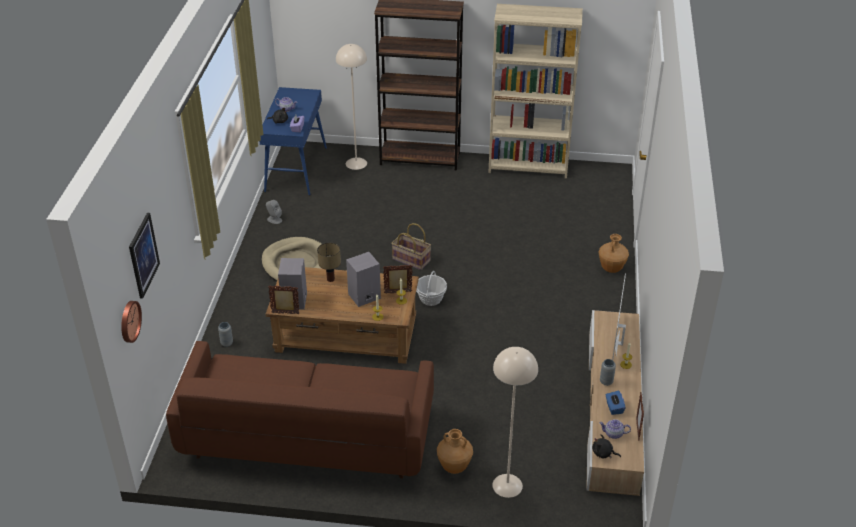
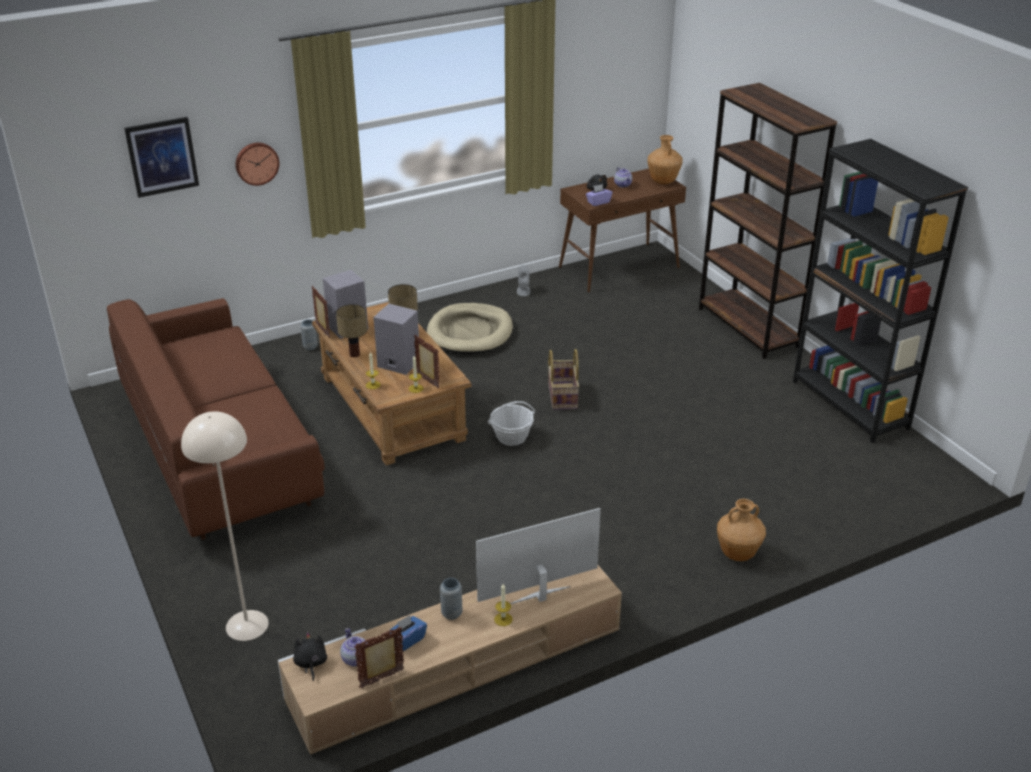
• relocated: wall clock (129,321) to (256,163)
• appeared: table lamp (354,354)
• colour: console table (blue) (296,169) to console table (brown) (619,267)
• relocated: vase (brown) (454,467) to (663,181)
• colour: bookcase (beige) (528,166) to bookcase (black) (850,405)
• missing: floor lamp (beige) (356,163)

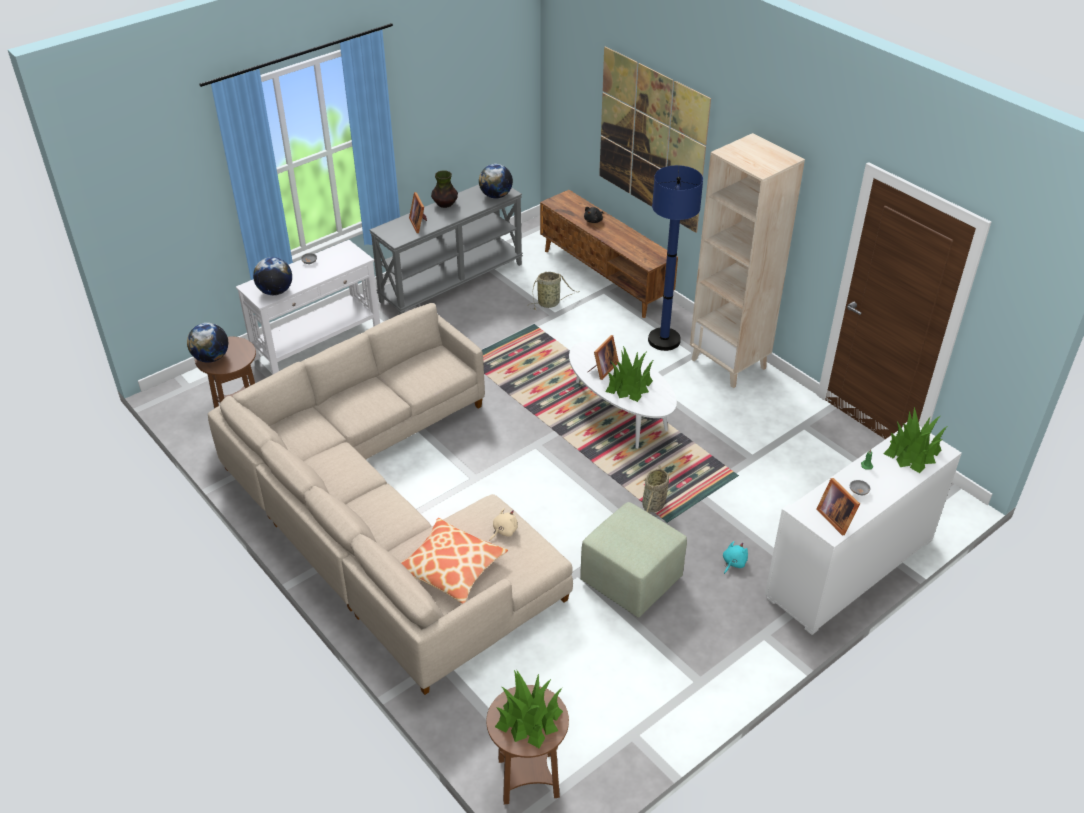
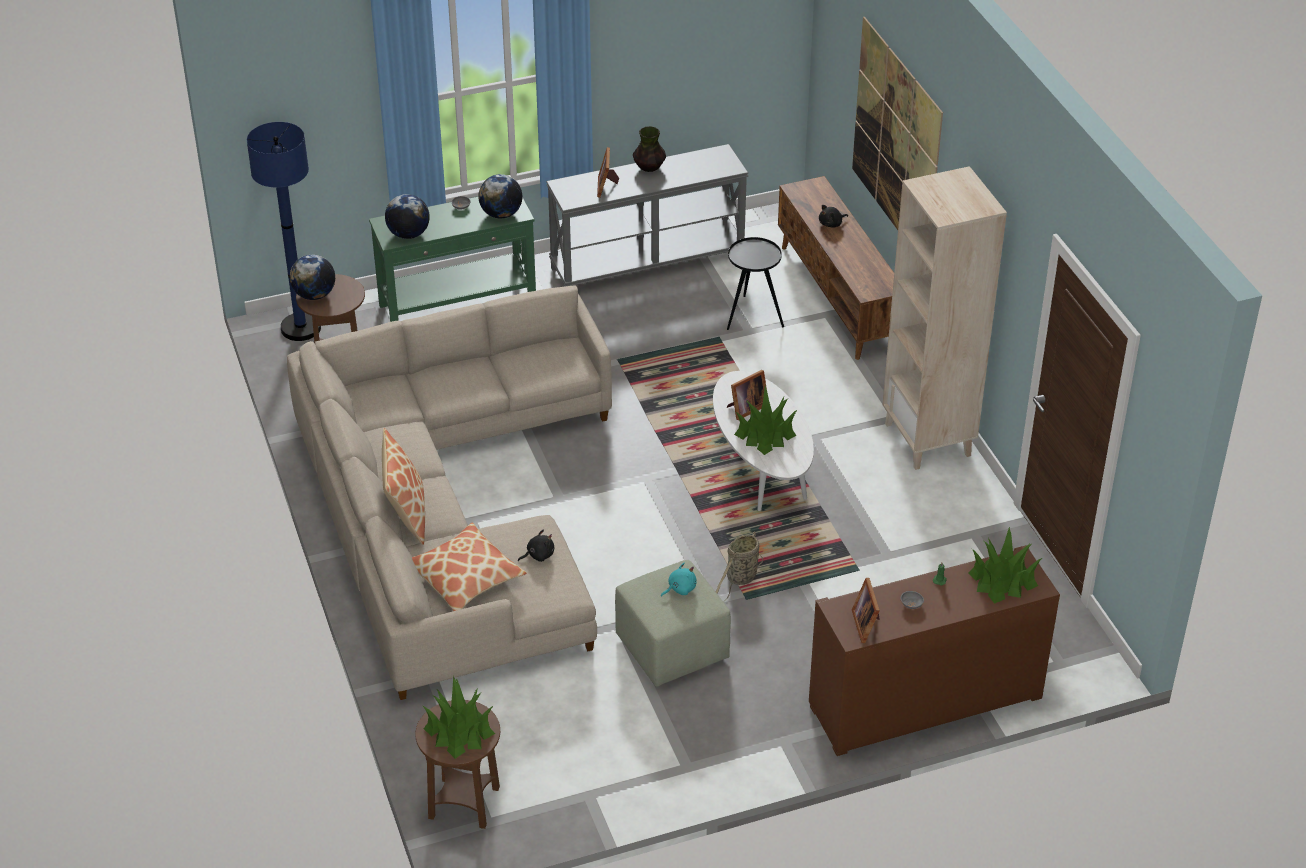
• relocated: floor lamp (blue) (664,340) to (301,328)
• colour: console table (white) (318,345) to console table (green) (458,305)
• appeared: pillow (406,514)
• relocated: globe (496,196) to (501,214)
• colour: plush toy (beige) (503,531) to plush toy (black) (538,555)
• relocated: plush toy (turquoise) (733,563) to (680,588)
• exchanged: basket (550,303) to side table (black) (752,315)
• colour: cabinet (white) (850,568) to cabinet (brown) (925,701)

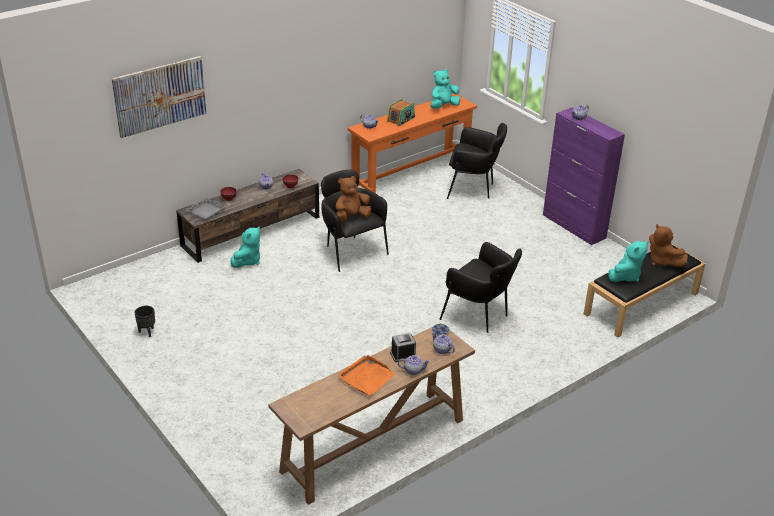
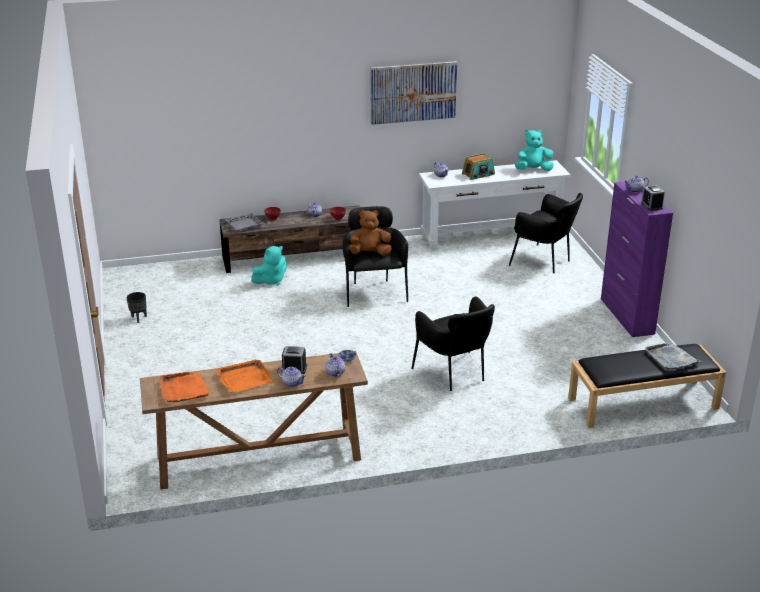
• appeared: tray (orange) (183,389)
• relocated: picture (160,96) to (413,92)
• colour: console table (orange) (411,173) to console table (white) (491,236)
• appeared: alarm clock (651,205)
• exchanged: plush toy (brown) (662,261) to tray (grey) (671,358)
• missing: plush toy (turquoise) (625,276)

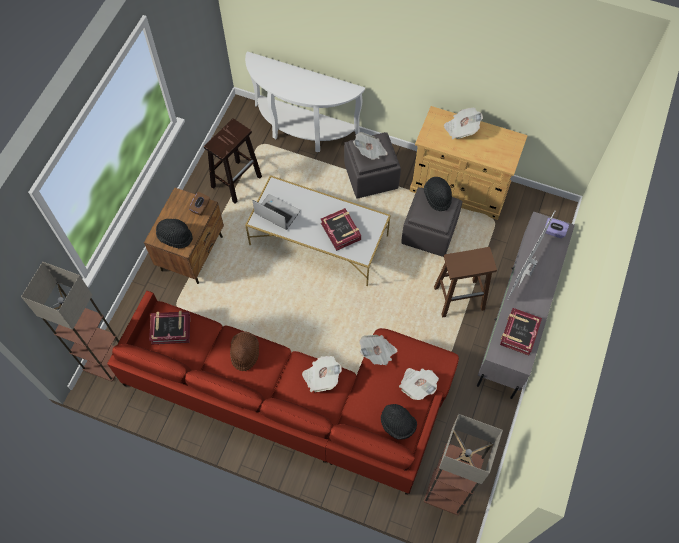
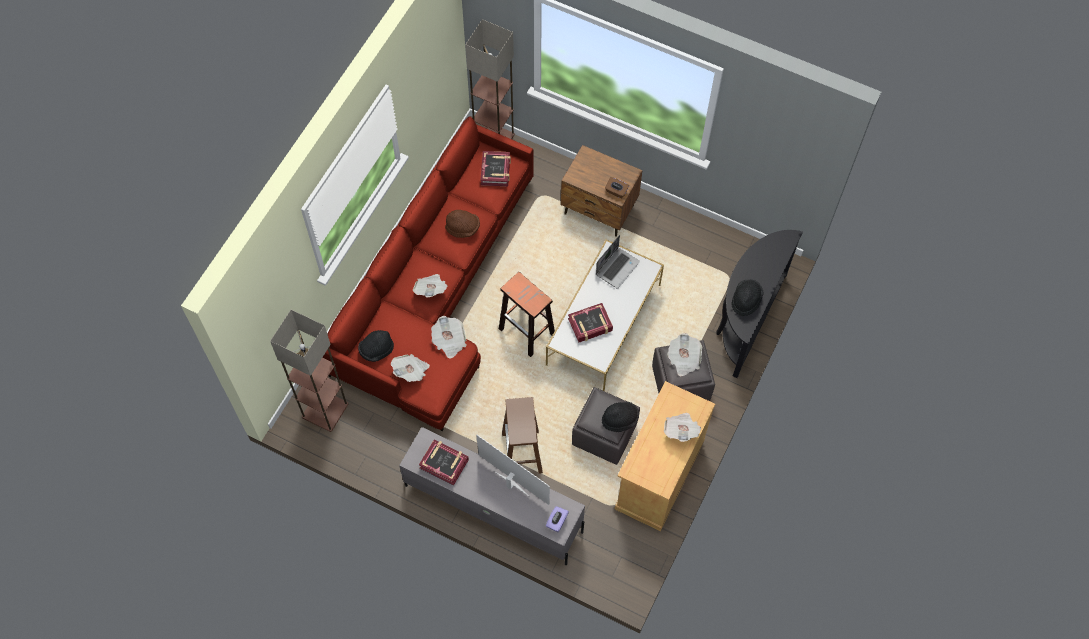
• relocated: stool (brown) (237,181) to (527,332)
• colour: console table (white) (302,131) to console table (black) (745,319)
• relocated: hat (black) (175,236) to (746,300)

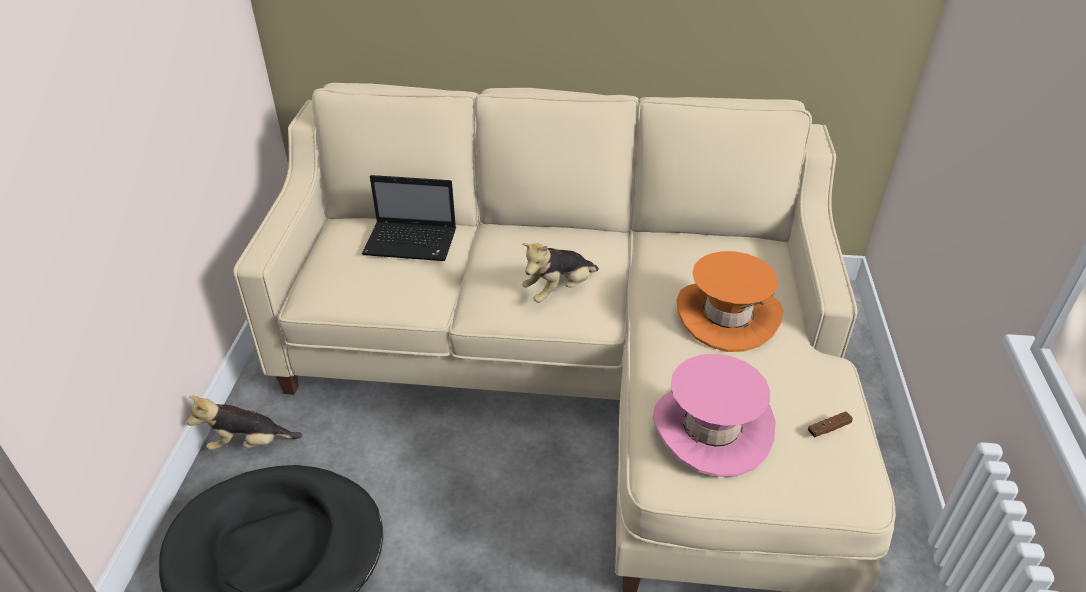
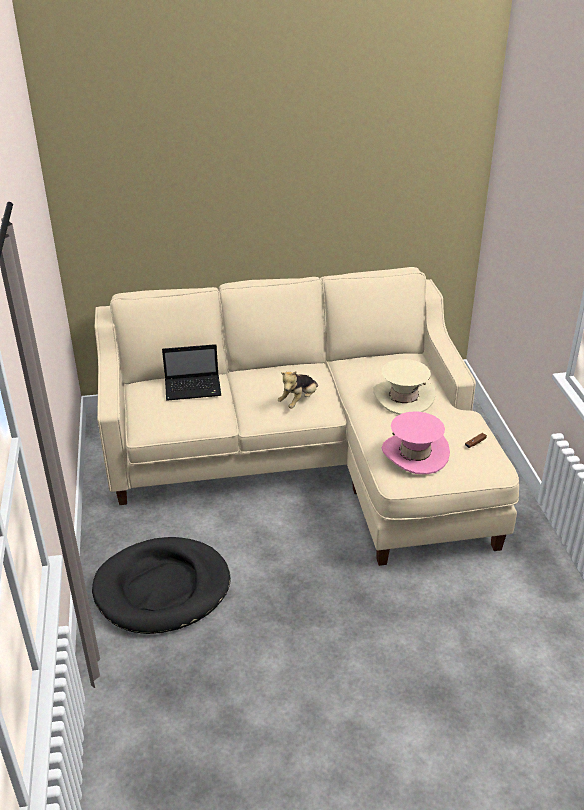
• colour: hat (orange) (727,316) to hat (beige) (403,397)
• missing: plush toy (249,443)

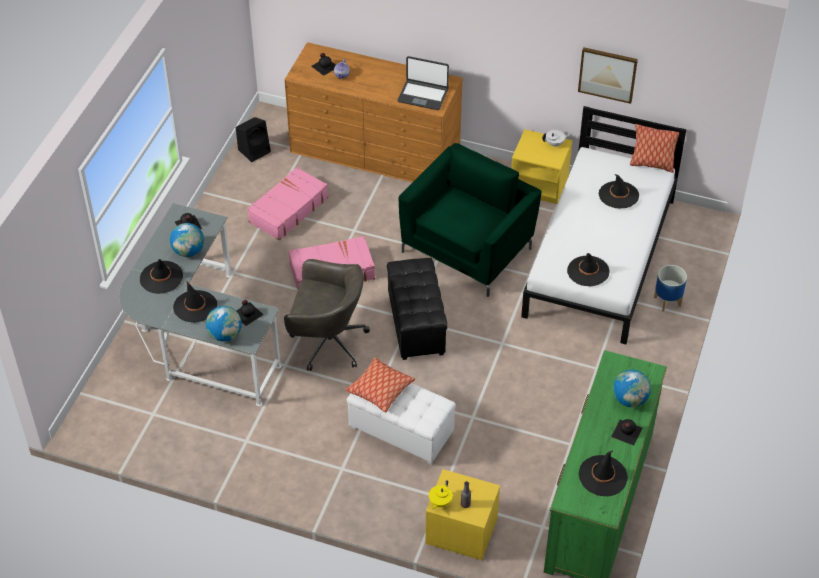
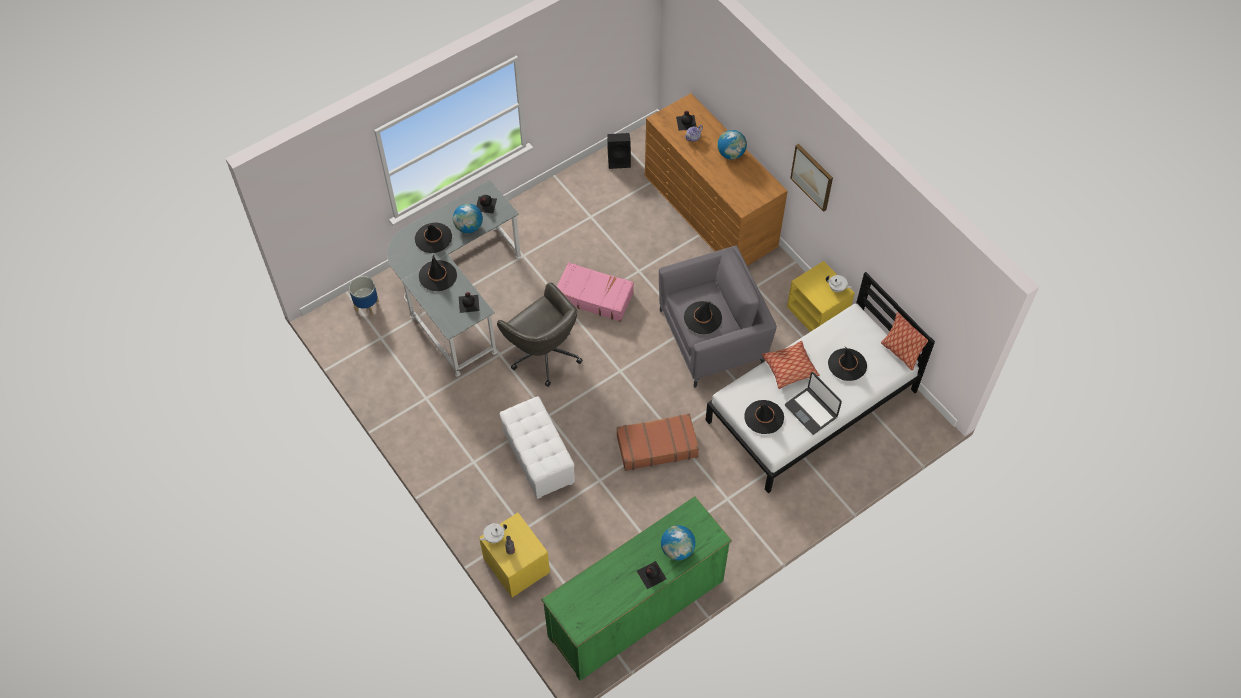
• relocated: planter (667,302) to (367,306)
• colour: teapot (yellow) (439,502) to teapot (white) (494,537)
• appeared: suitcase (brown) (656,446)
• colour: armchair (green) (468,249) to armchair (grey) (713,337)
• relocated: hat (black) (603,476) to (702,318)
• relocated: globe (225,335) to (731,154)
• relocated: pillow (380,389) to (789,368)
• relocated: laptop (423,95) to (811,411)
• relocated: picture (607,74) to (812,177)
• missing: suitcase (pink) (288,210)
• missing: ottoman (black) (417,325)

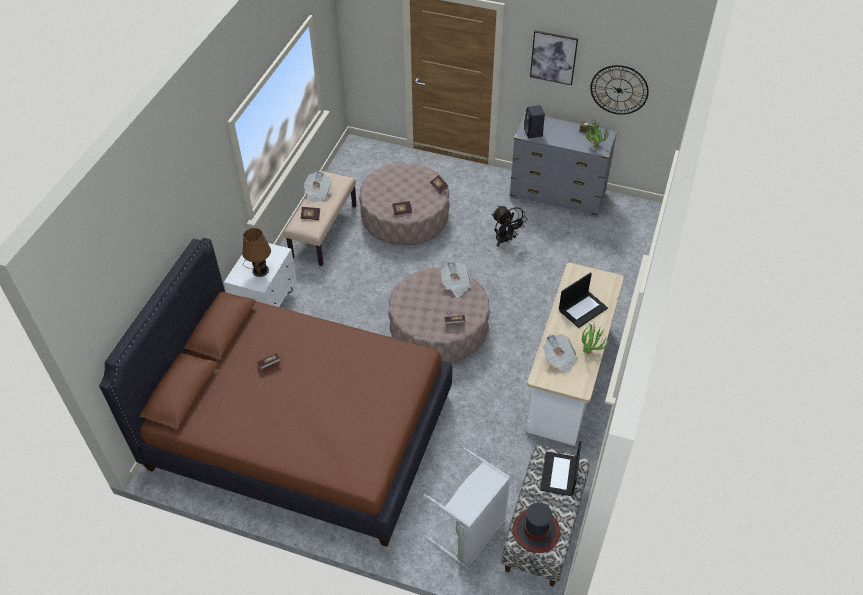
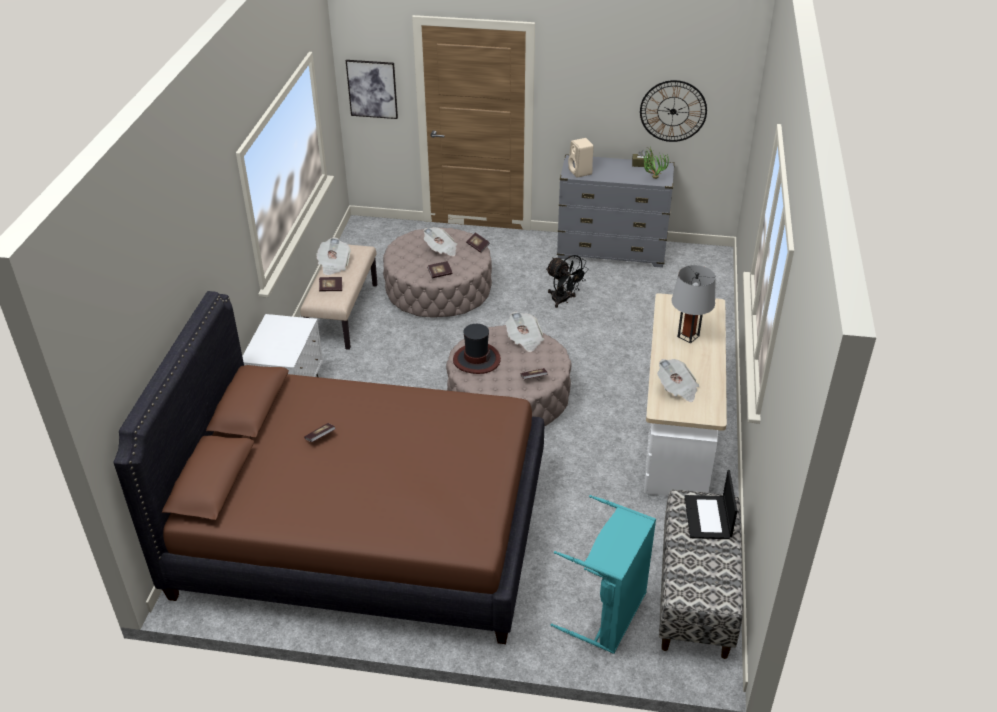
• relocated: picture (553,57) to (372,89)
• appeared: newspaper (441,249)
• relocated: hat (535,531) to (476,359)
• colour: laundry basket (grey) (471,534) to laundry basket (turquoise) (609,614)
• colour: speaker (black) (533,133) to speaker (beige) (580,172)
• exchanged: laptop (583,308) to table lamp (grey) (688,336)
• missing: table lamp (brown) (259,269)
• missing: potted plant (591,350)

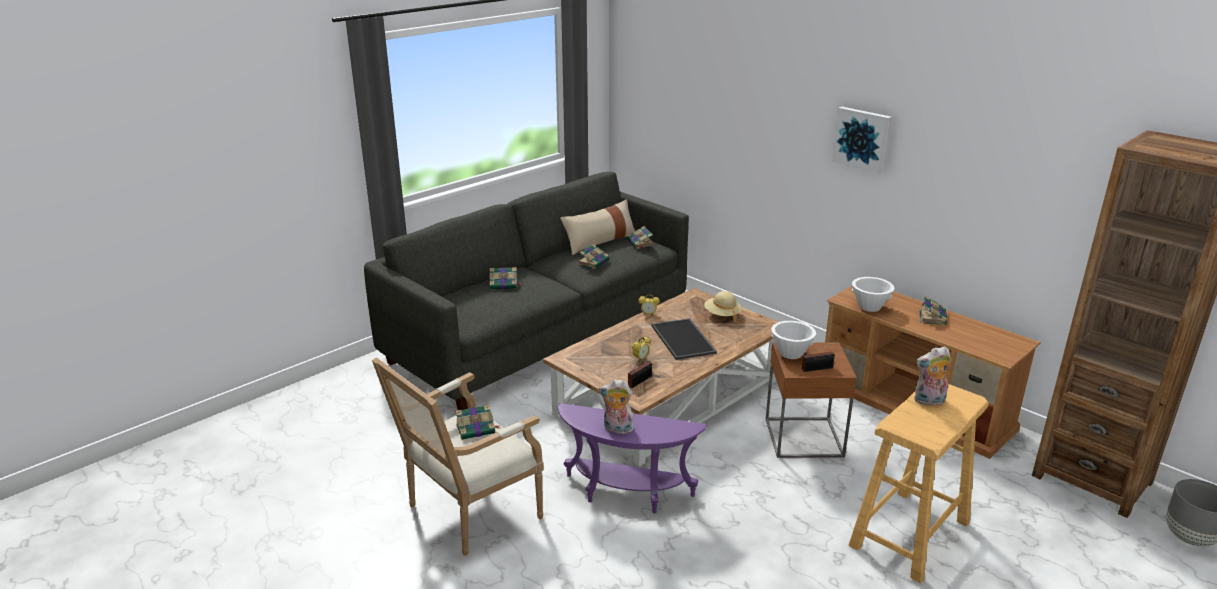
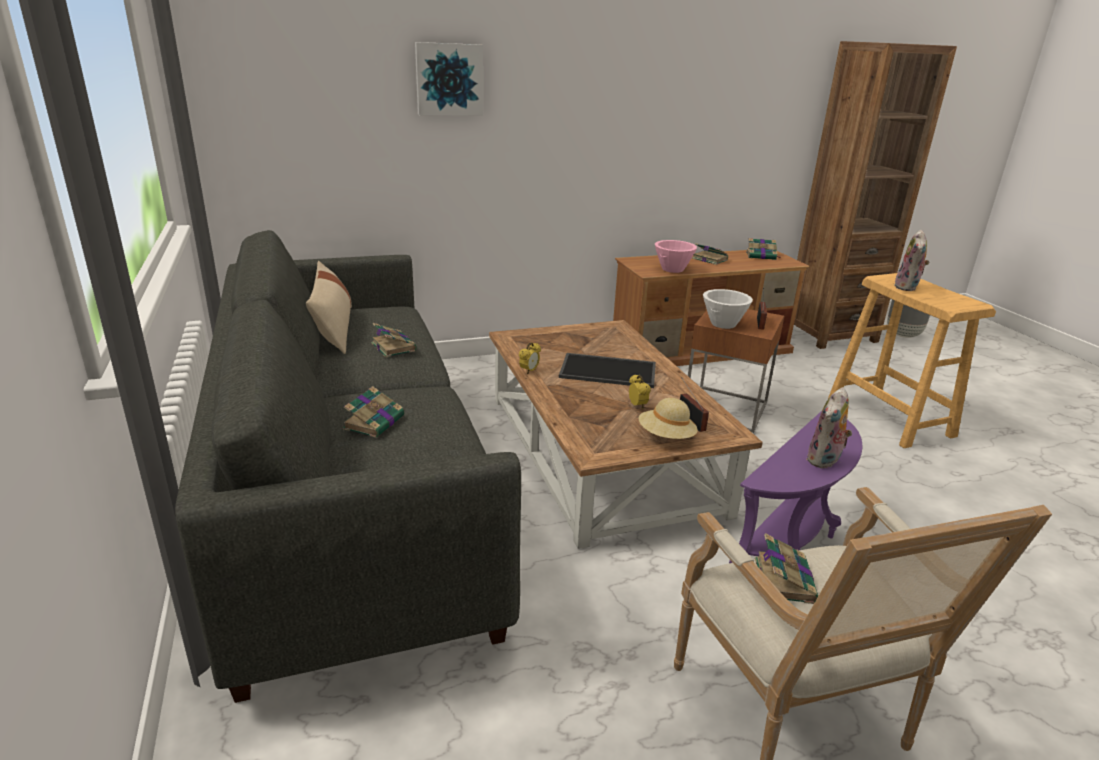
• relocated: picture (863,139) to (449,79)
• relocated: hat (beige) (722,315) to (666,437)
• colour: bowl (white) (869,307) to bowl (pink) (672,269)
• relocated: book (641,243) to (761,256)

